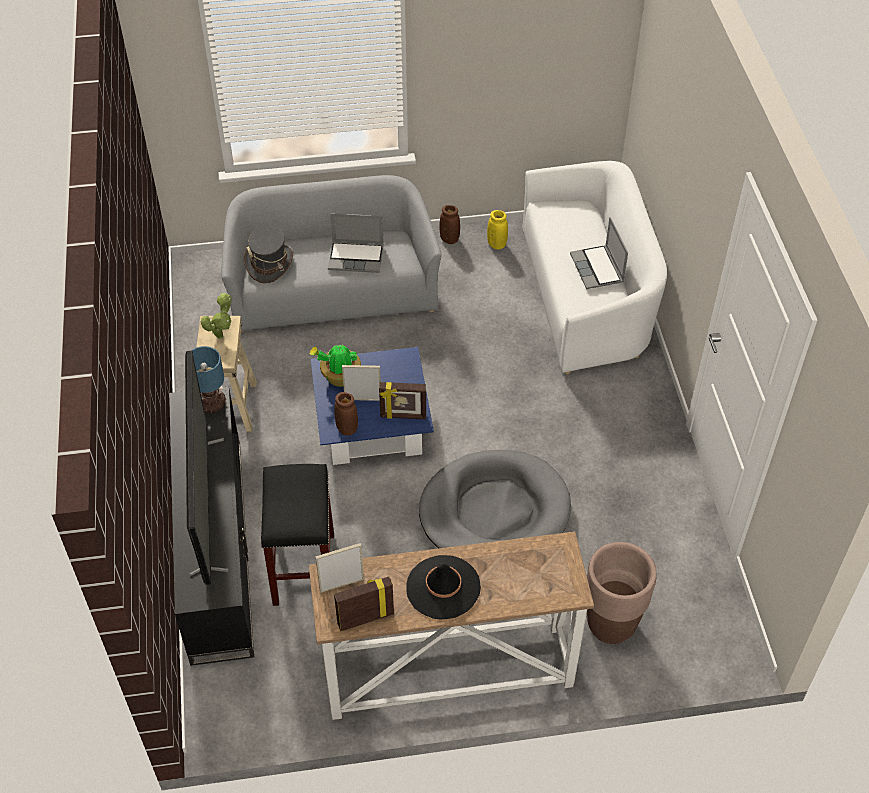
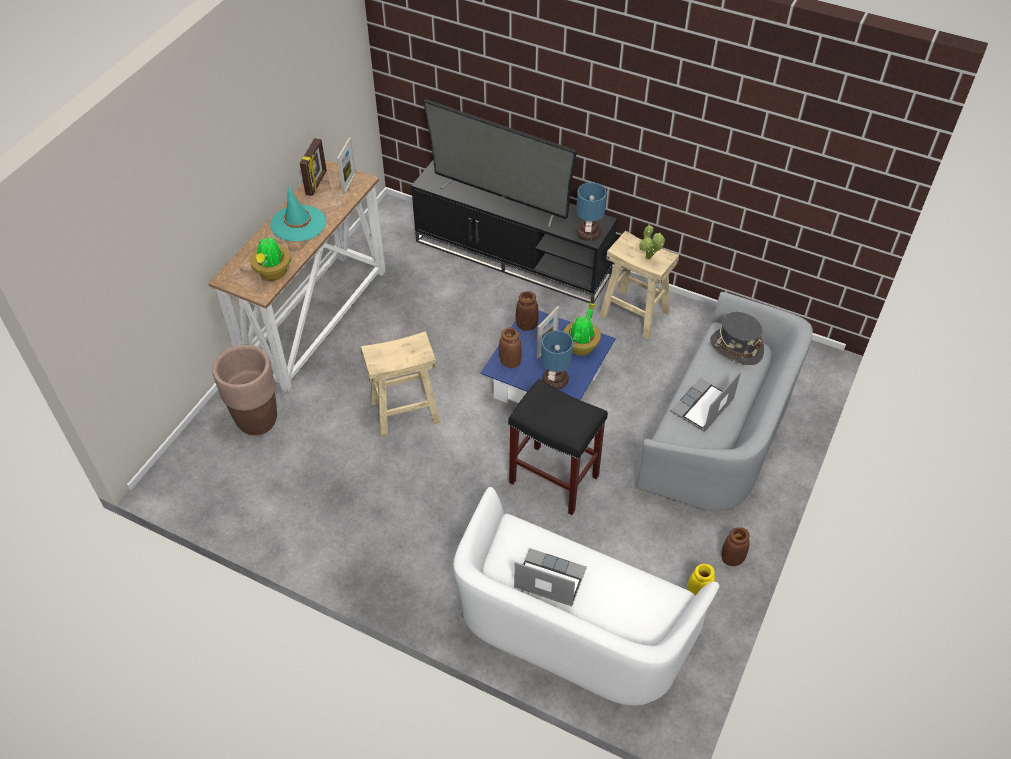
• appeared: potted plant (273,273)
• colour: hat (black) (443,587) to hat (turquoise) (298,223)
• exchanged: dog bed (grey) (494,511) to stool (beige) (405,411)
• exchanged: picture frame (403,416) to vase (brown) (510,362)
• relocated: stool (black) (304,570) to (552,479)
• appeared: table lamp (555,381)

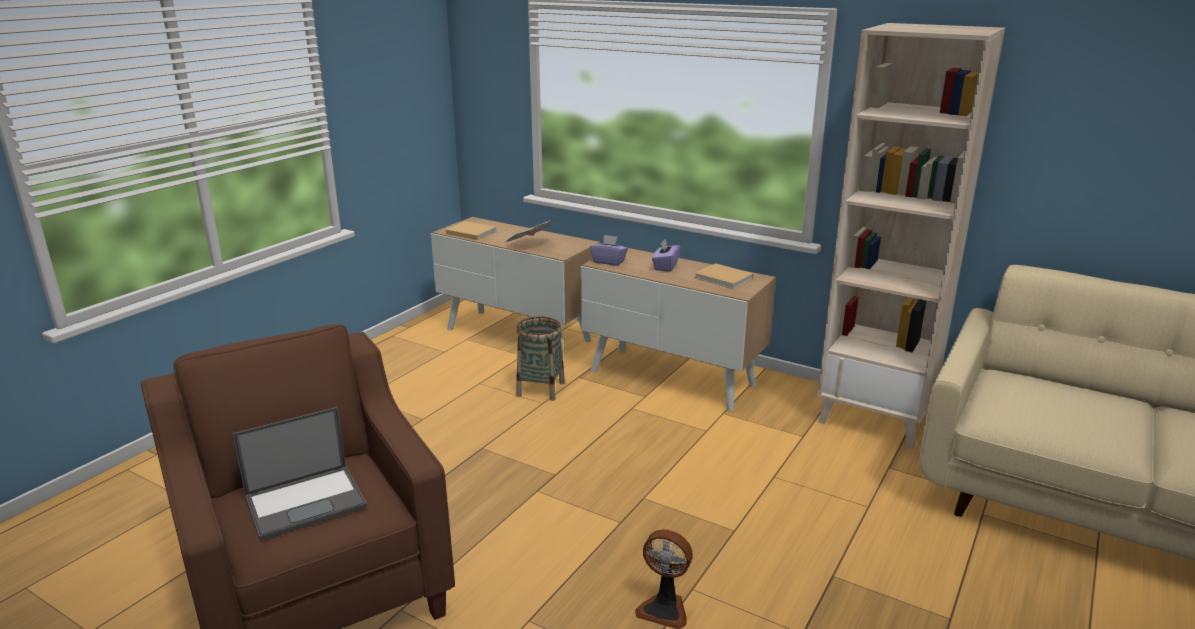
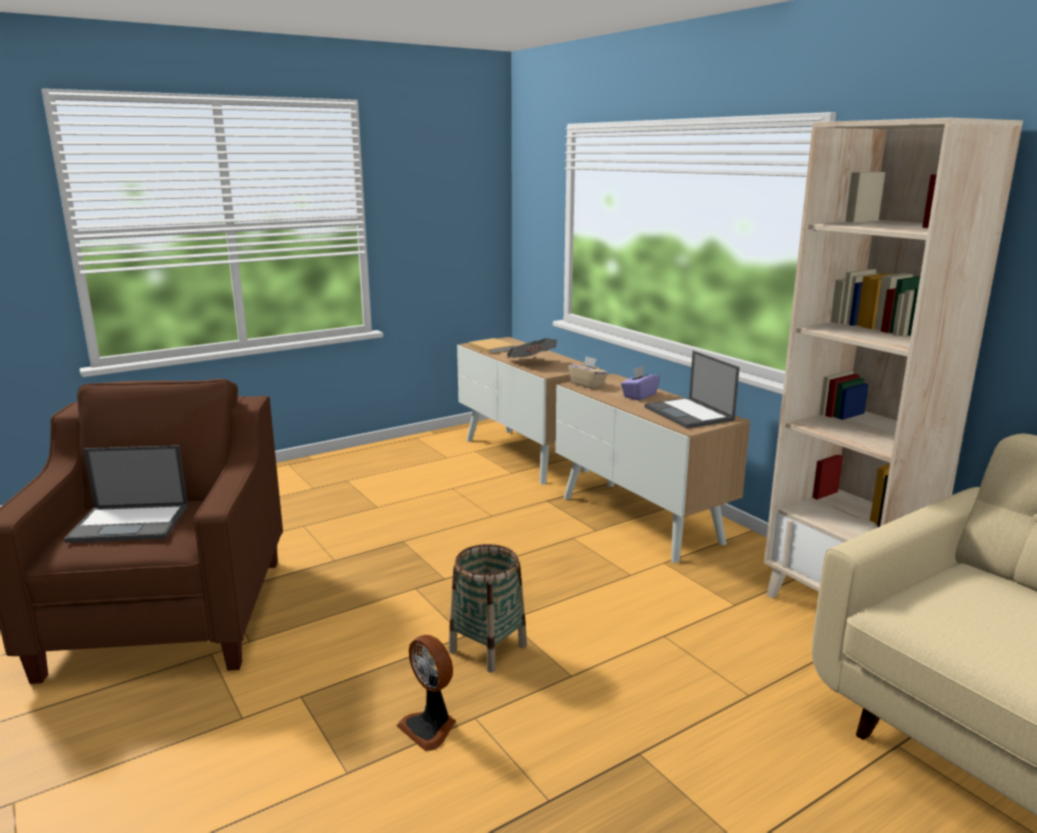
• relocated: basket (541,389) to (488,648)
• colour: tissue box (purple) (609,261) to tissue box (beige) (587,384)
• exchanged: book (beige) (725,278) to laptop (689,414)

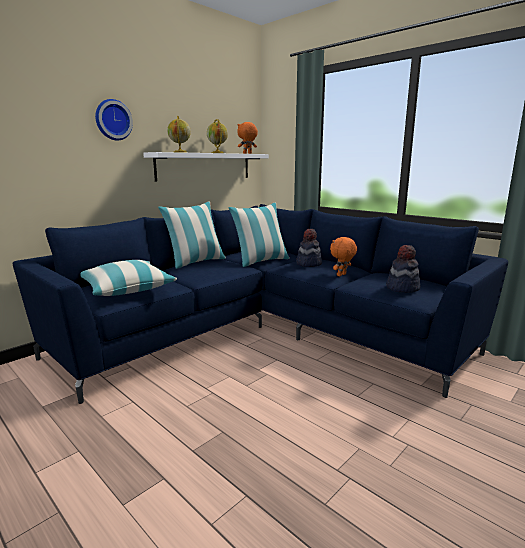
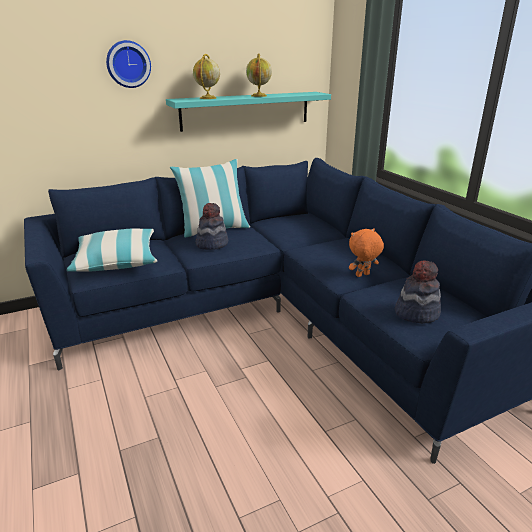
• colour: shelf (white) (205,166) to shelf (turquoise) (246,110)
• relocated: hat (308,264) to (212,244)
• missing: pillow (261,261)
• missing: plush toy (orange) (247,153)

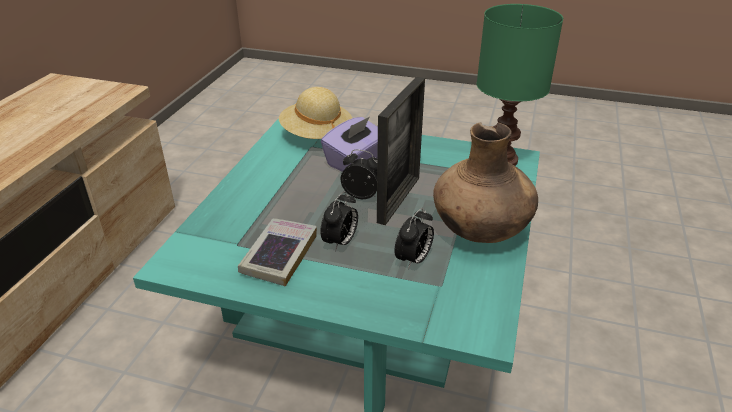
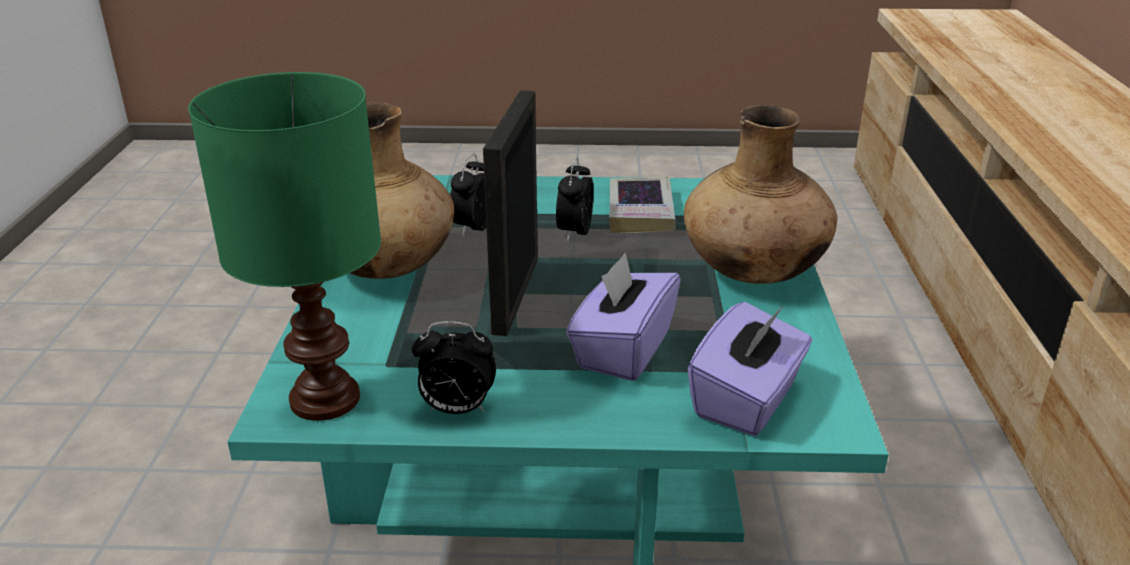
• relocated: alarm clock (362,195) to (456,409)
• appeared: vase (brown) (752,272)
• exchanged: hat (beige) (316,135) to tissue box (purple) (747,400)

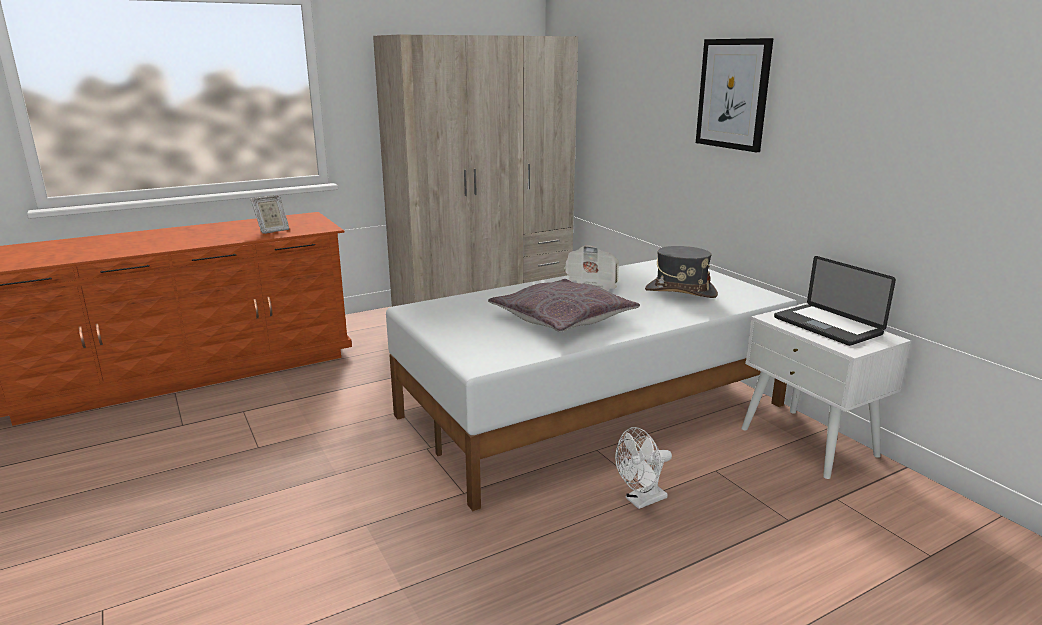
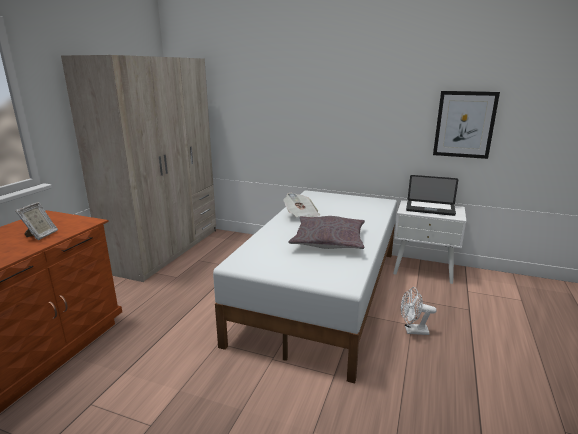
• spun: fan (white) (641,501) = (412,331) 75 degrees clockwise
• relocated: picture (733,94) to (464,124)
• missing: hat (grey) (680,292)

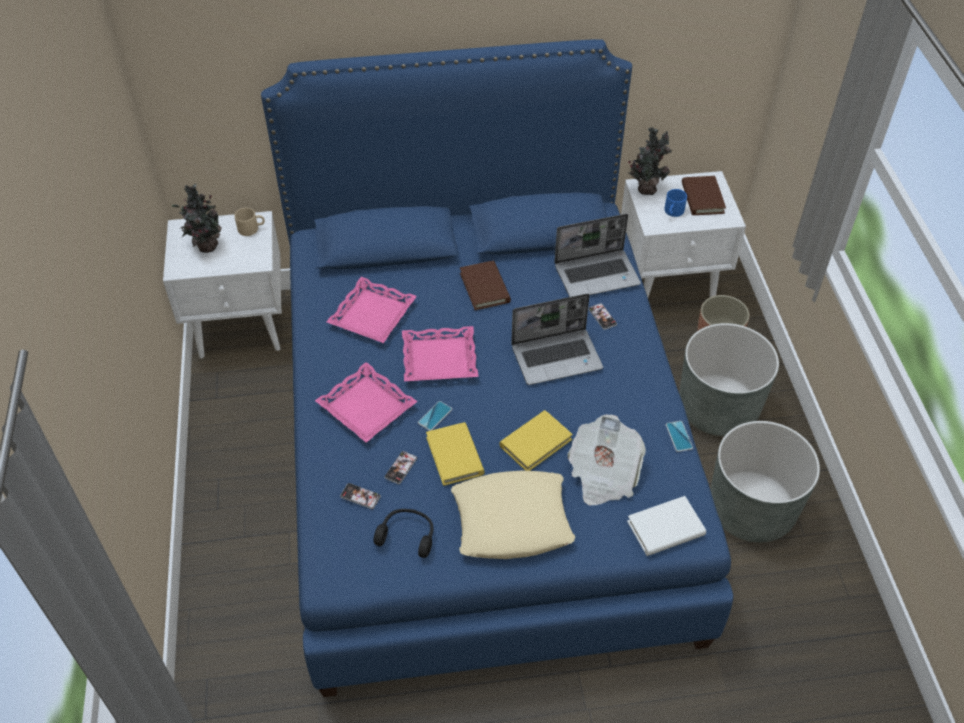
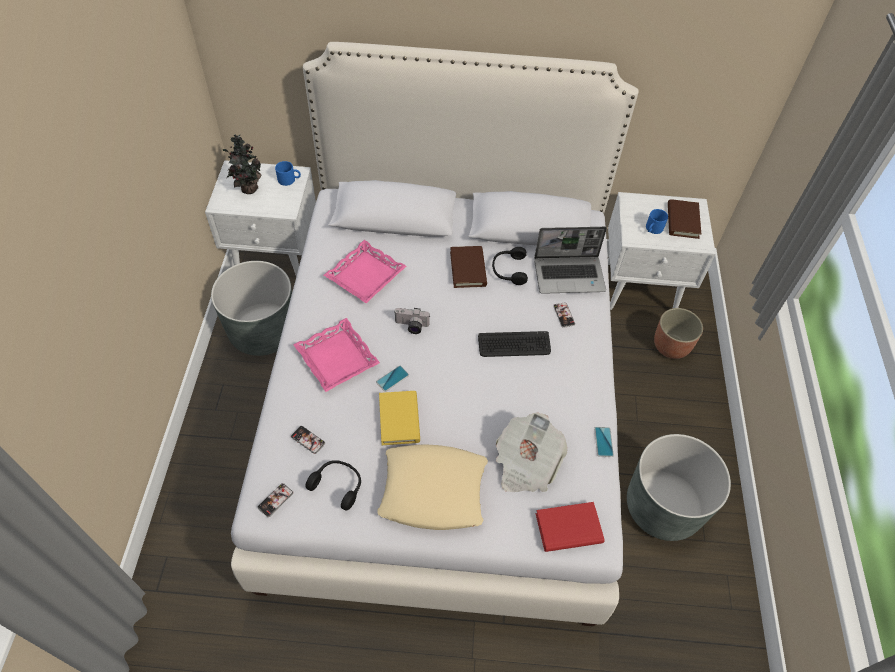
• relocated: planter (grey) (717,408) to (263,331)
• colour: bed (blue) (480,449) to bed (white) (443,403)
• relocated: phone (401,468) to (275,500)
• colour: mug (beige) (251,228) to mug (blue) (289,179)
• exchanged: tray (pink) (439,359) to photo camera (411,326)
• exchanged: laptop (557,357) to keyboard (514,345)
• appeared: headphones (black) (508,270)
• colour: book (white) (665,528) to book (red) (568,528)
• missing: book (yellow) (535,443)
• missing: potted plant (646,188)

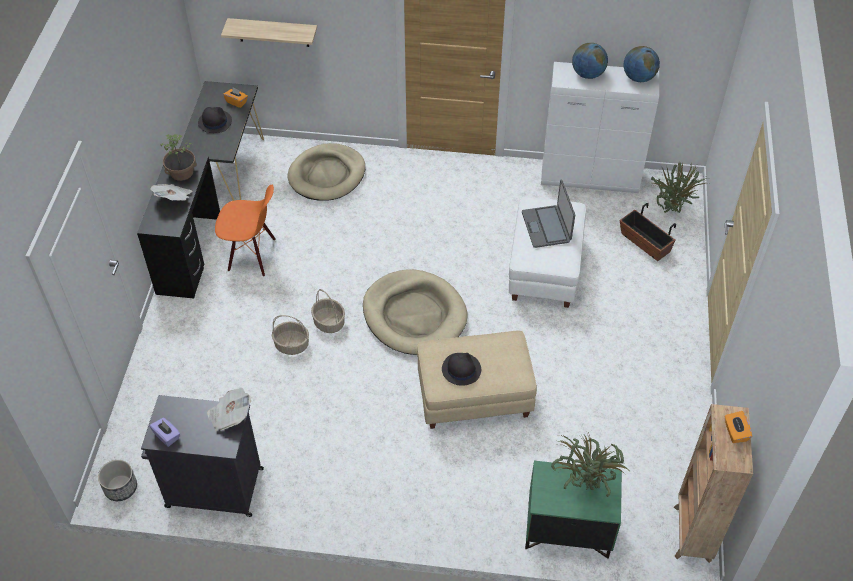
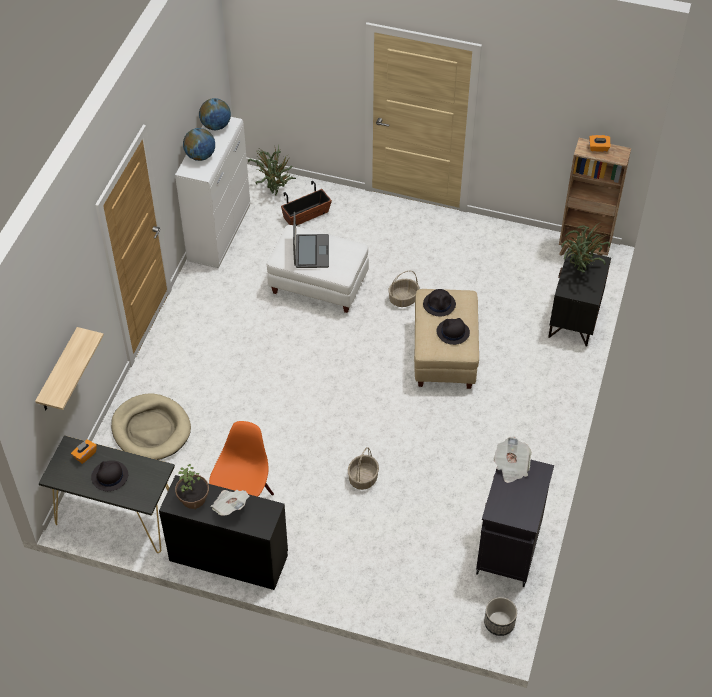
• spun: laptop (546,227) = (311,252) 90 degrees counterclockwise
• relocated: basket (328,322) to (403,299)
• appeared: hat (black) (439,304)
• colour: nightstand (green) (567,531) to nightstand (black) (574,319)
• missing: tissue box (purple) (167,436)
• missing: dog bed (beige) (414,315)

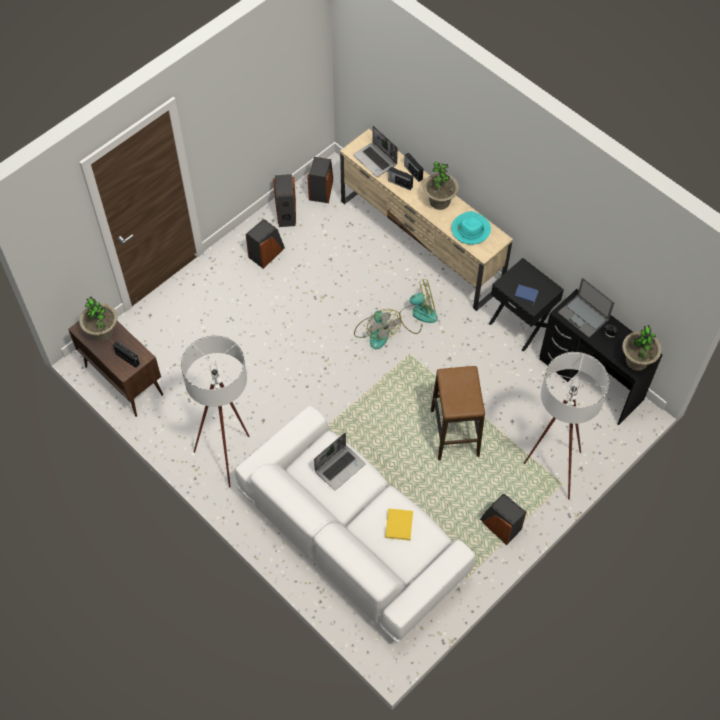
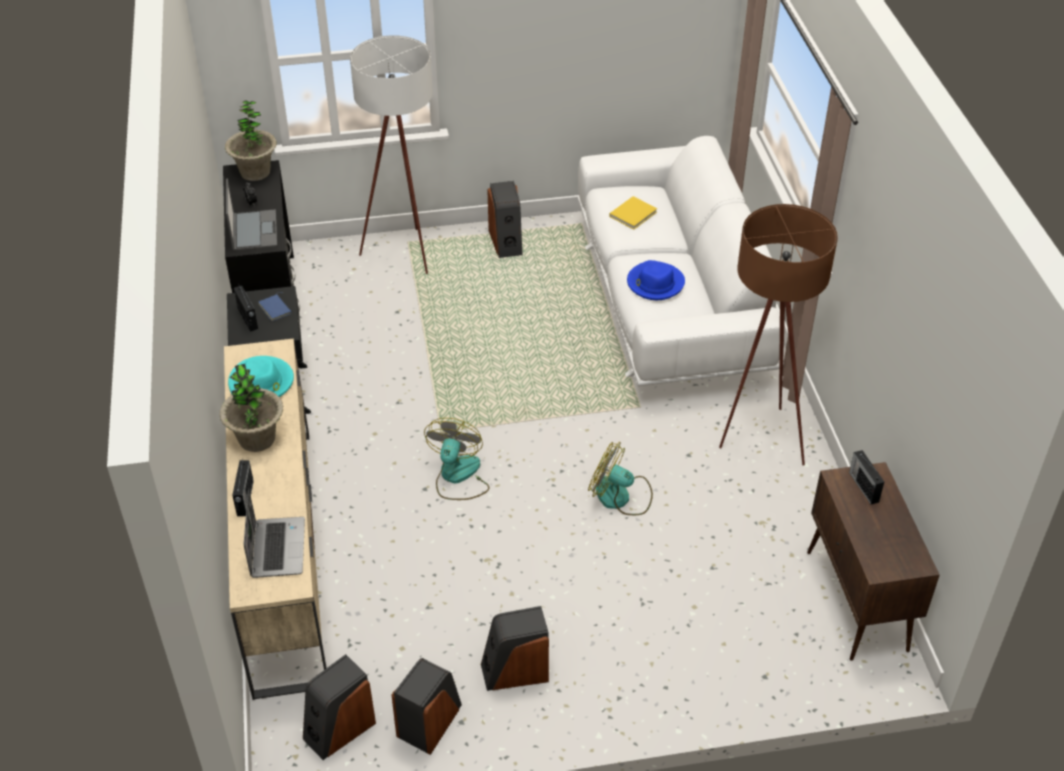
• relocated: radio (399,183) to (247,319)
• relocated: fan (418,315) to (620,497)
• exchanged: laptop (340,467) to hat (blue) (655,283)
• colour: floor lamp (white) (230,453) to floor lamp (brown) (757,441)
• missing: potted plant (102,332)
• missing: stool (454,433)

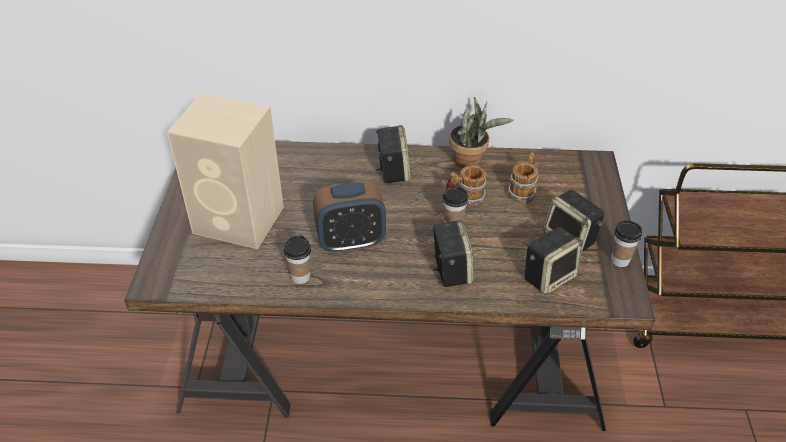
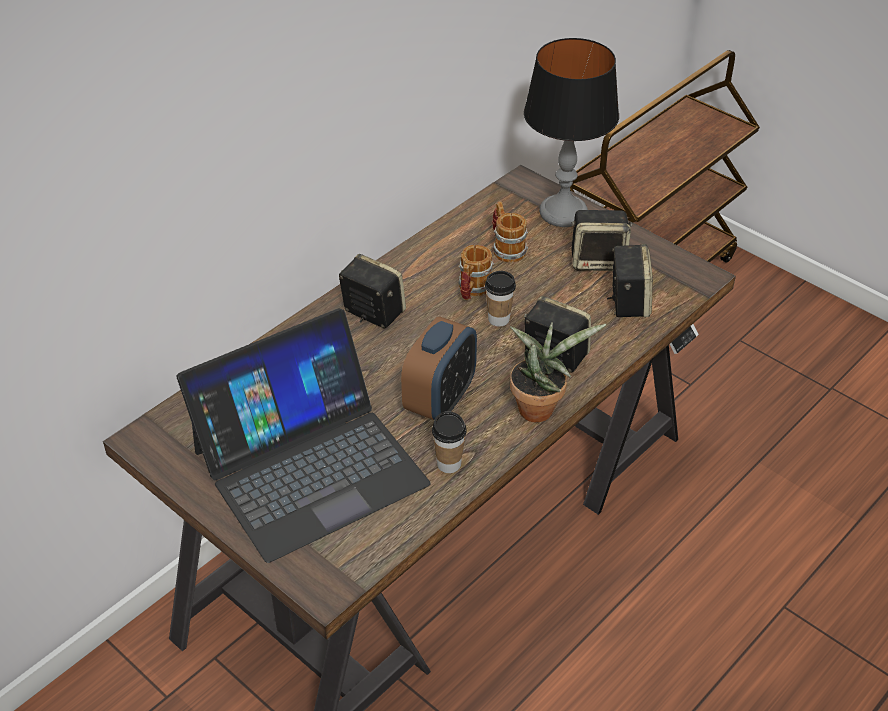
• exchanged: speaker (beige) (241,220) to laptop (309,466)
• relocated: potted plant (471,162) to (540,407)
• appeared: table lamp (563,212)
• missing: cup (620,260)

